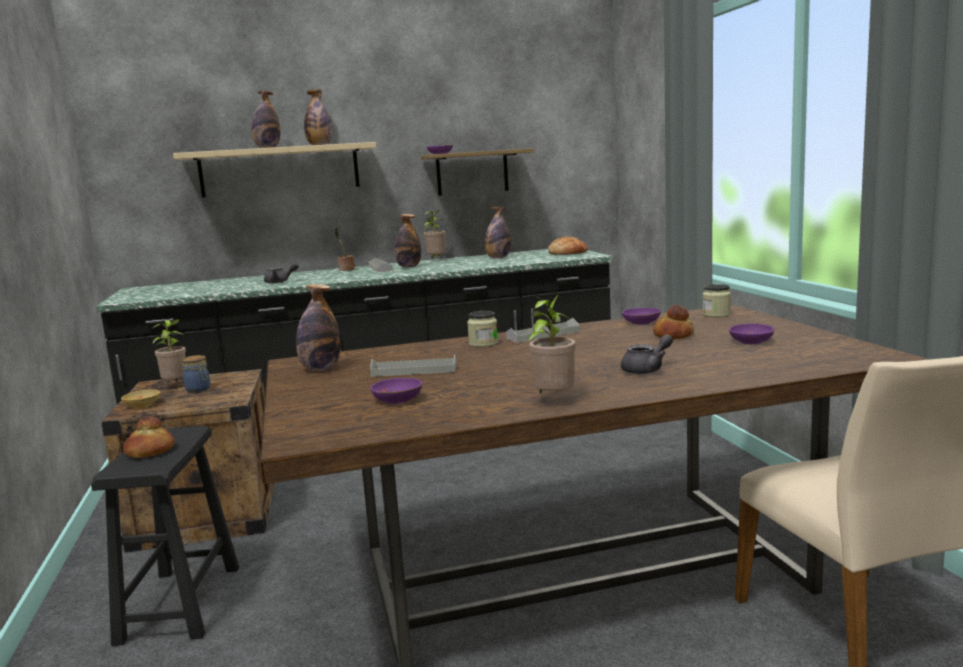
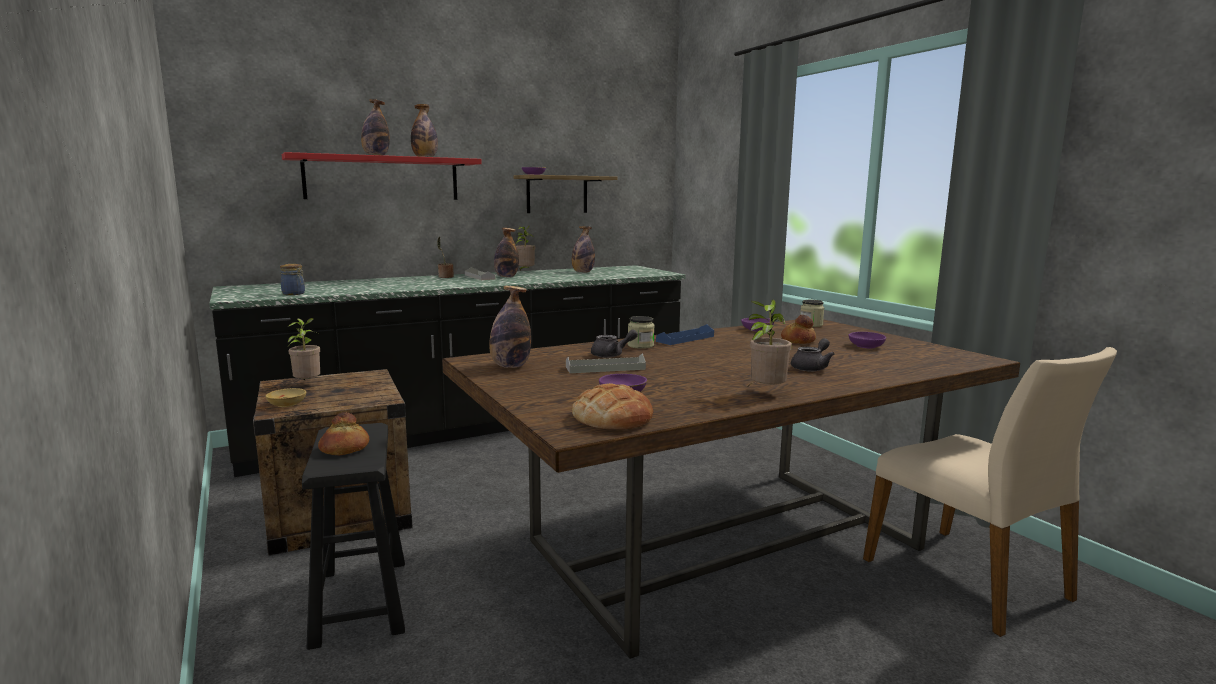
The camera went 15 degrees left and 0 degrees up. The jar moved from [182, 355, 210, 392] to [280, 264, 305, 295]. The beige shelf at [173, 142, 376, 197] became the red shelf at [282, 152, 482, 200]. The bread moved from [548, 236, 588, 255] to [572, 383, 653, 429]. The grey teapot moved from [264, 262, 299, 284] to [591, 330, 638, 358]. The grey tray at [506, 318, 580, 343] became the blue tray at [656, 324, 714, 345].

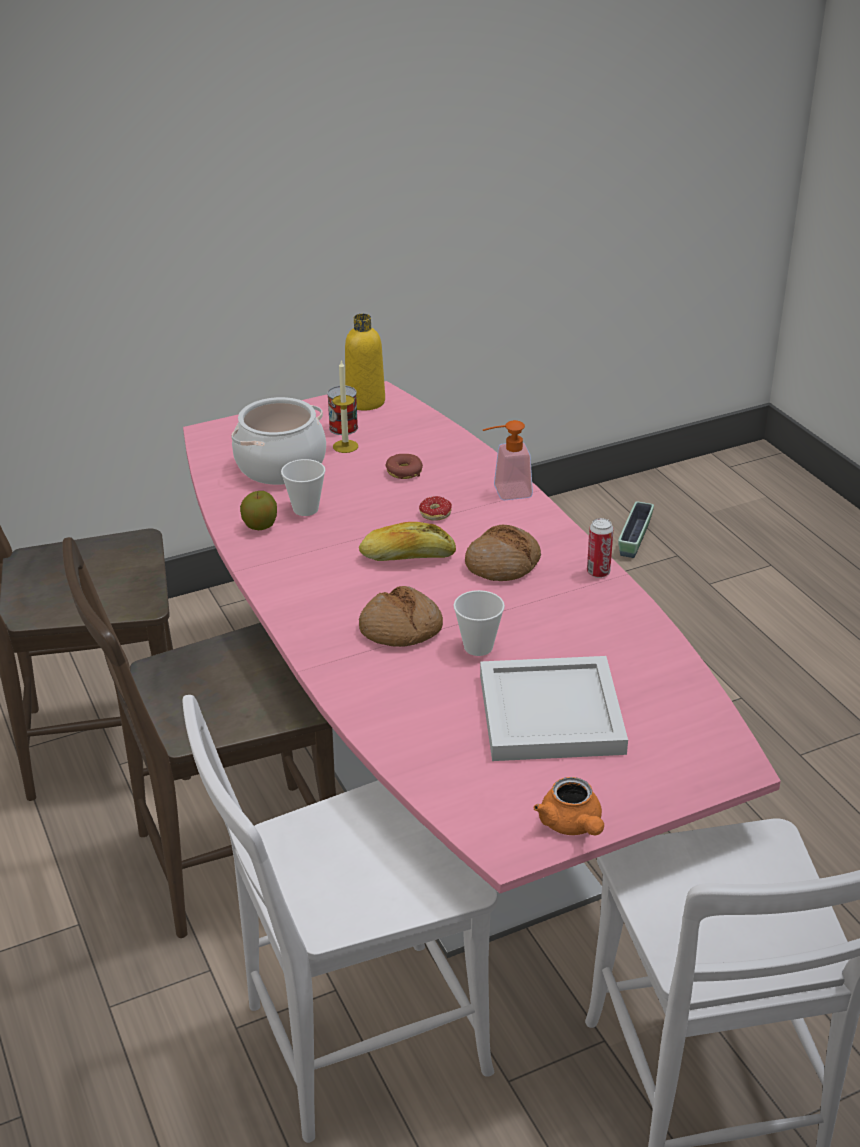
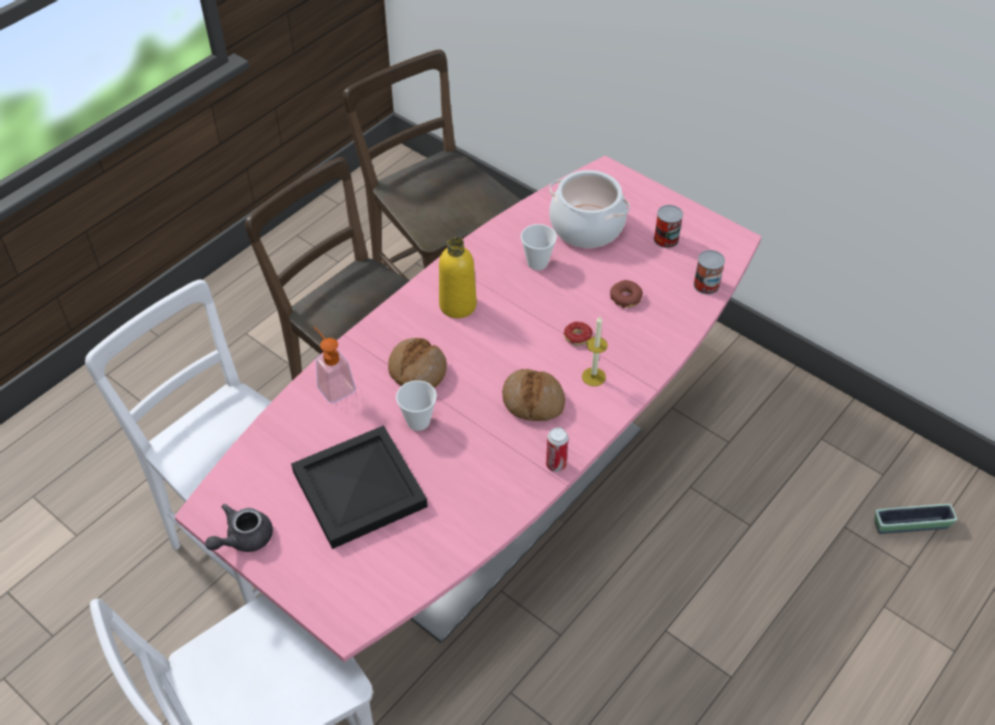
The camera went 65 degrees right and 15 degrees up. The orange teapot at [534, 777, 604, 835] became the grey teapot at [205, 504, 273, 552]. The white tray at [480, 656, 628, 761] became the black tray at [291, 425, 428, 549]. The soap dispenser moved from [482, 420, 533, 500] to [314, 326, 356, 403]. The yellow bottle moved from [345, 314, 385, 410] to [439, 237, 477, 318]. The candle moved from [332, 360, 358, 453] to [582, 316, 608, 386]. The can at [693, 250, 725, 295] appeared. The apple at [240, 491, 277, 530] disappeared. The bread at [359, 522, 456, 561] disappeared.

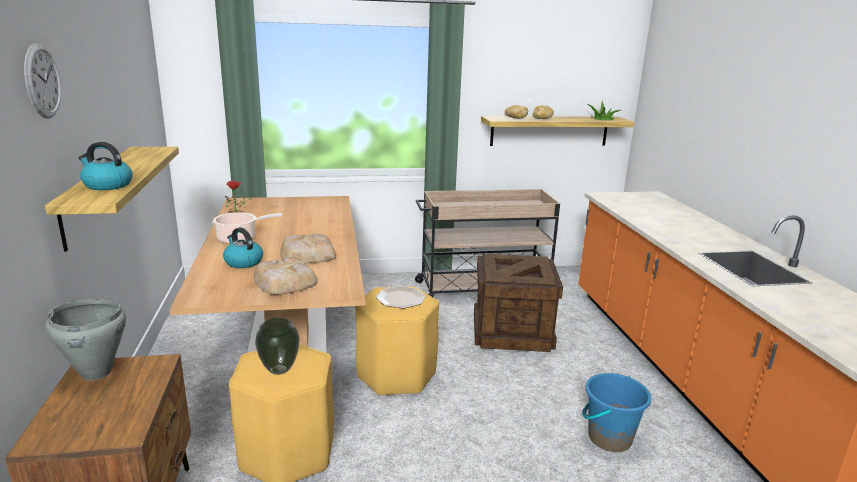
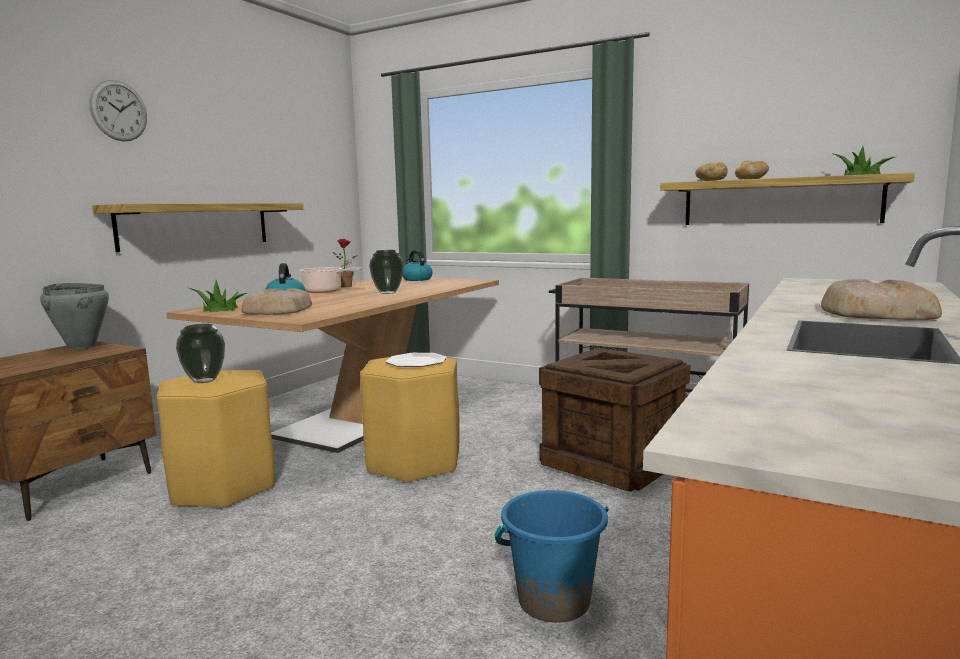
The camera went 40 degrees right and 10 degrees down. The potted plant at [189, 280, 247, 312] appeared. The vase at [369, 250, 404, 294] appeared. The kettle moved from [78, 142, 133, 190] to [403, 250, 433, 281]. The bread moved from [280, 234, 336, 264] to [821, 279, 942, 320].

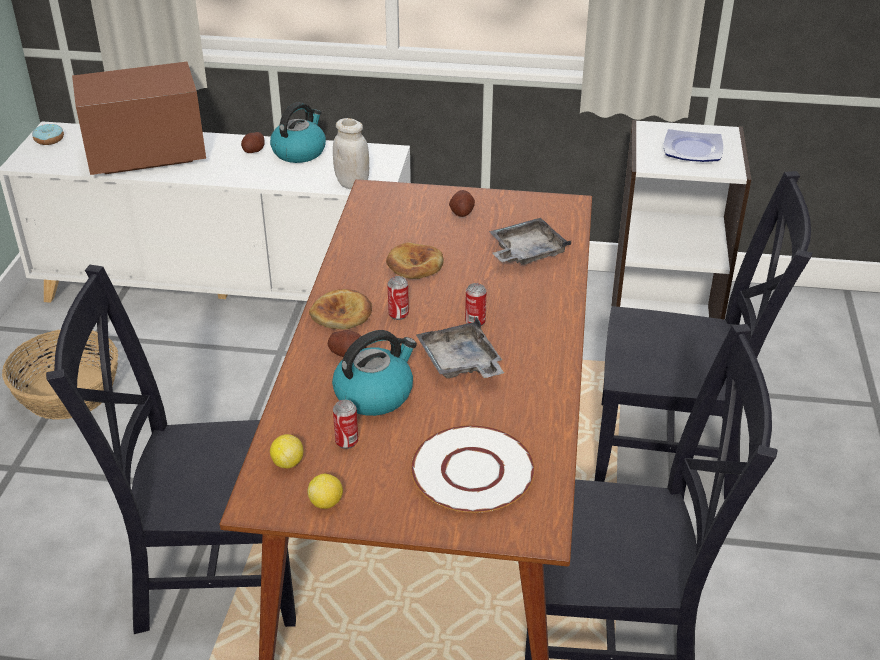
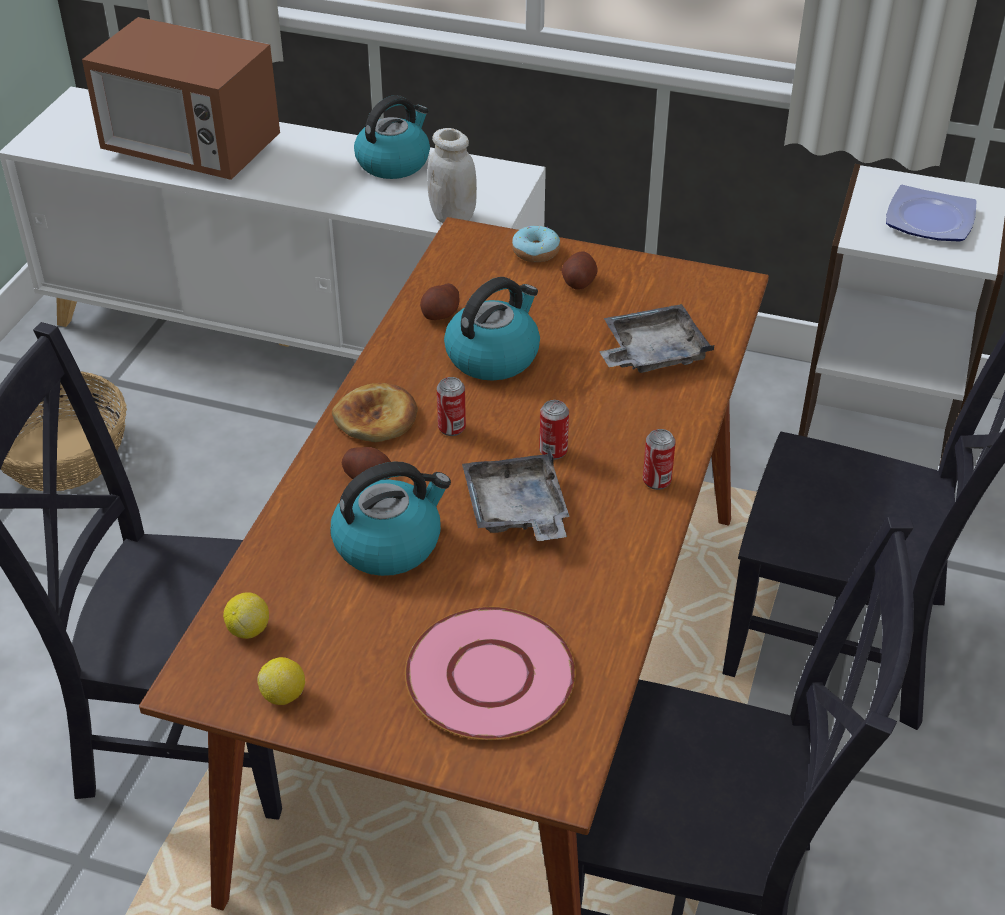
The camera went 10 degrees right and 5 degrees up. The microwave at [72, 62, 206, 175] turned 150 degrees counterclockwise. The white plate at [411, 425, 535, 513] became the pink plate at [405, 607, 576, 740]. The potato moved from [241, 132, 265, 153] to [420, 283, 460, 320]. The bread at [386, 242, 444, 279] was replaced by the kettle at [444, 277, 540, 381]. The donut moved from [32, 124, 64, 145] to [512, 226, 560, 263]. The can moved from [333, 400, 358, 449] to [643, 429, 676, 490].

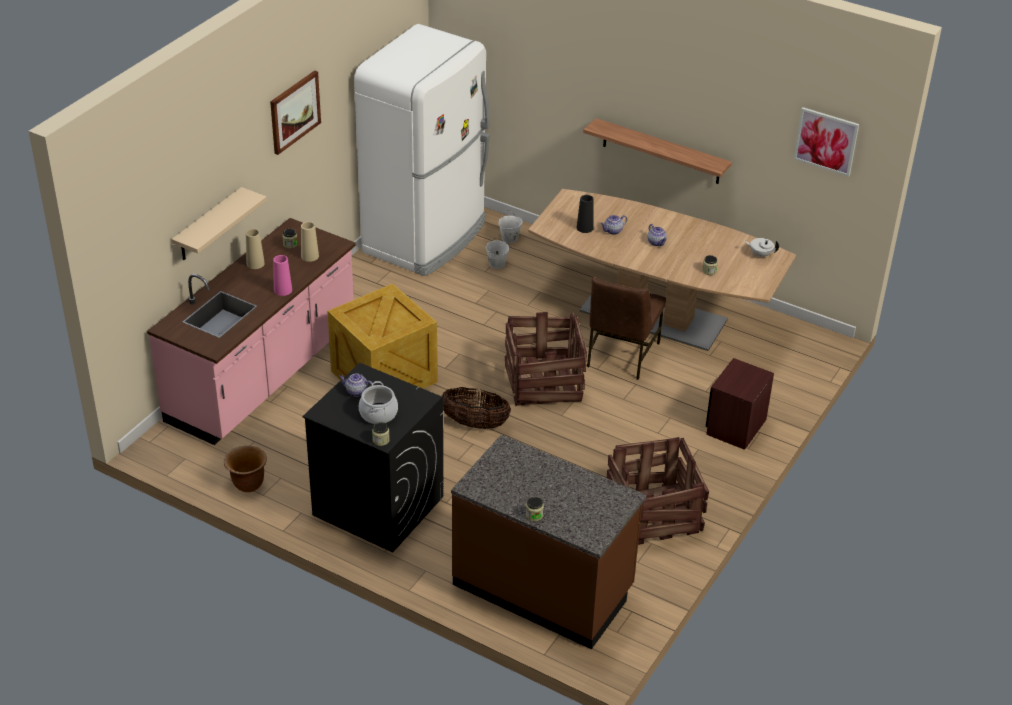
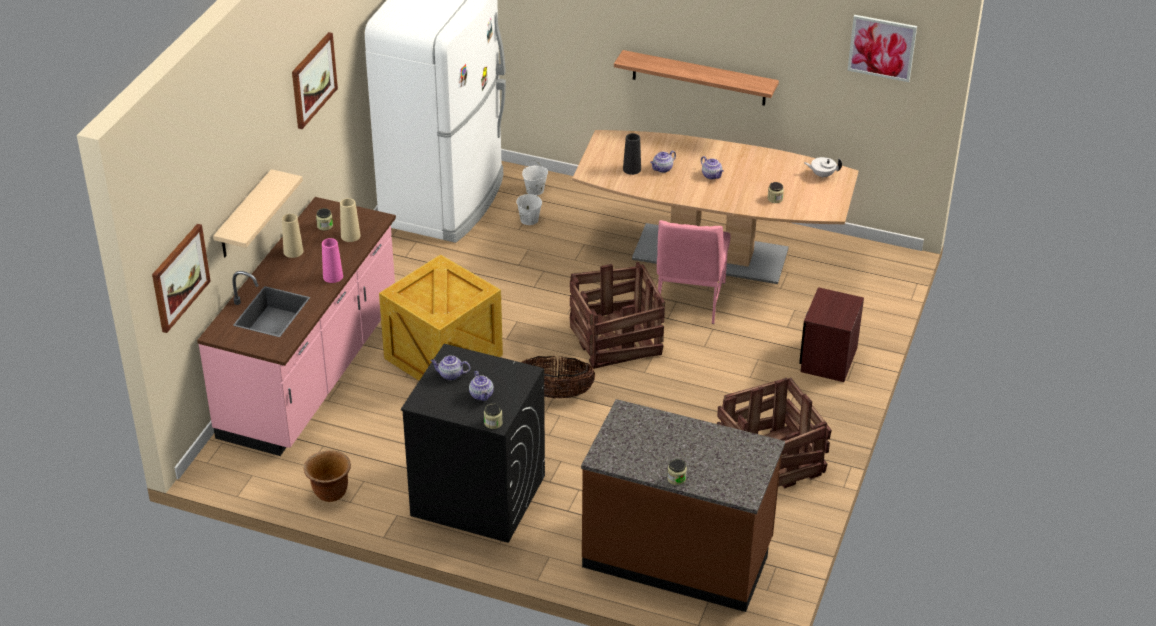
The camera went 10 degrees left and 0 degrees up. The picture at [152, 224, 211, 333] appeared. The cooking pot at [359, 381, 398, 424] was replaced by the teapot at [469, 371, 494, 401]. The brown chair at [587, 277, 666, 380] became the pink chair at [657, 220, 730, 324].

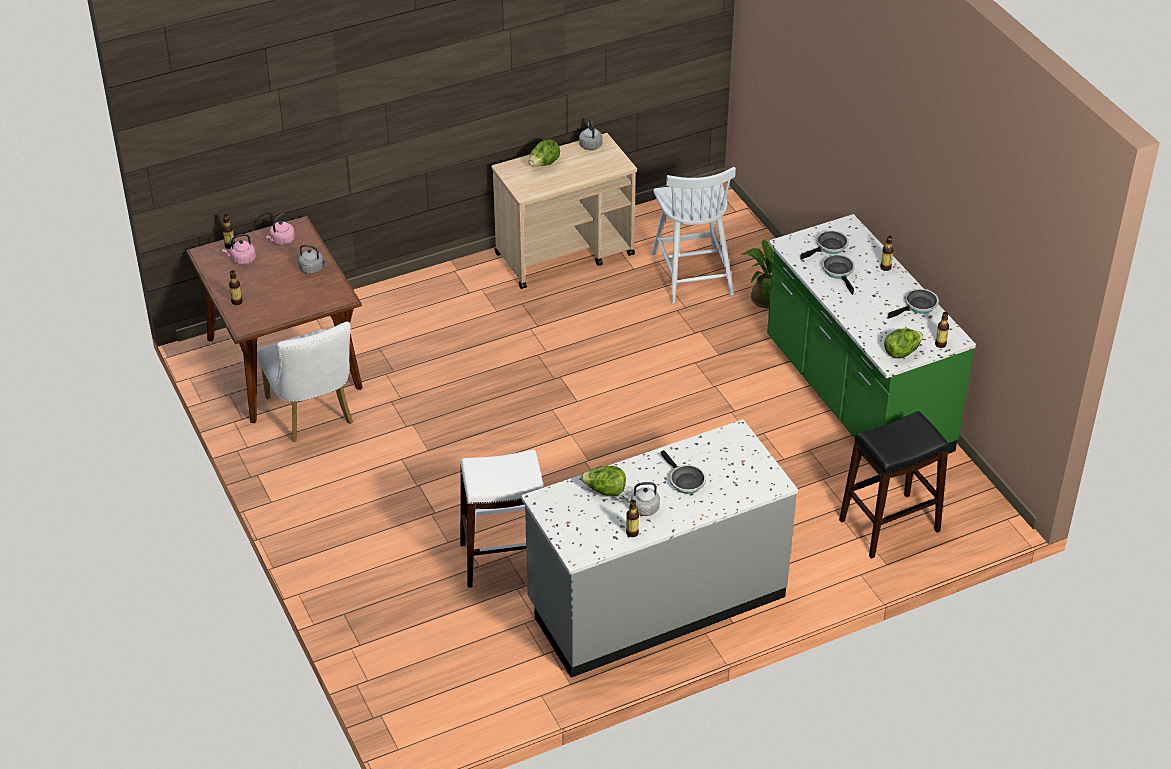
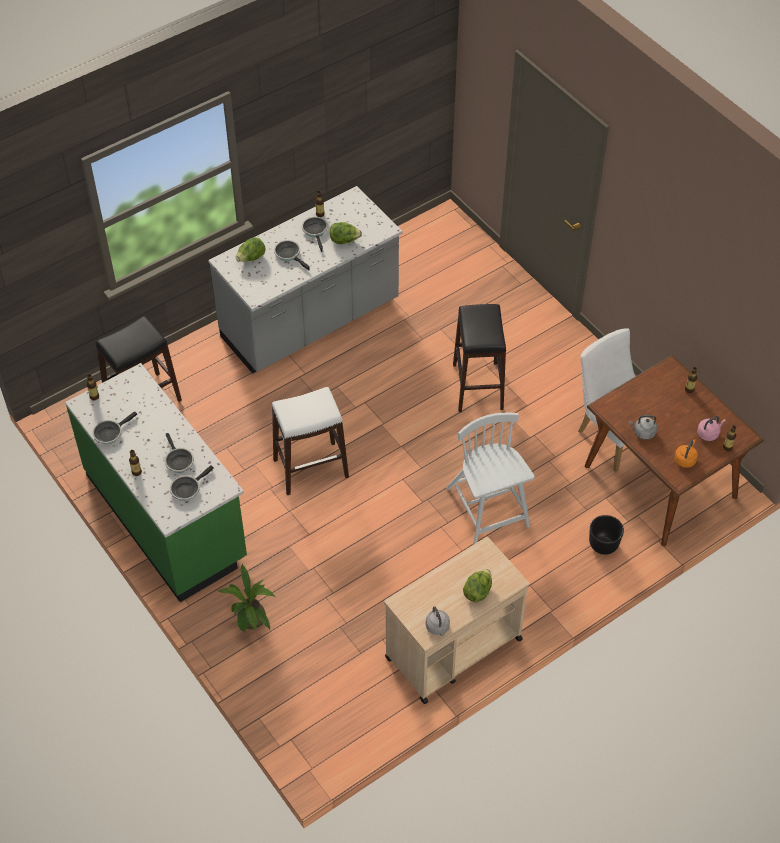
The camera went 170 degrees right and 10 degrees up. The lettuce moved from [884, 329, 923, 358] to [236, 237, 266, 261]. The white stool moved from [460, 450, 544, 588] to [272, 387, 349, 495]. The grey kettle at [622, 482, 660, 516] was replaced by the frying pan at [302, 217, 328, 252]. The white chair moved from [652, 167, 736, 304] to [446, 413, 535, 545]. The black stool at [453, 304, 506, 412] appeared. The black planter at [589, 515, 624, 555] appeared. The pink kettle at [266, 213, 295, 245] became the orange kettle at [674, 439, 698, 468].

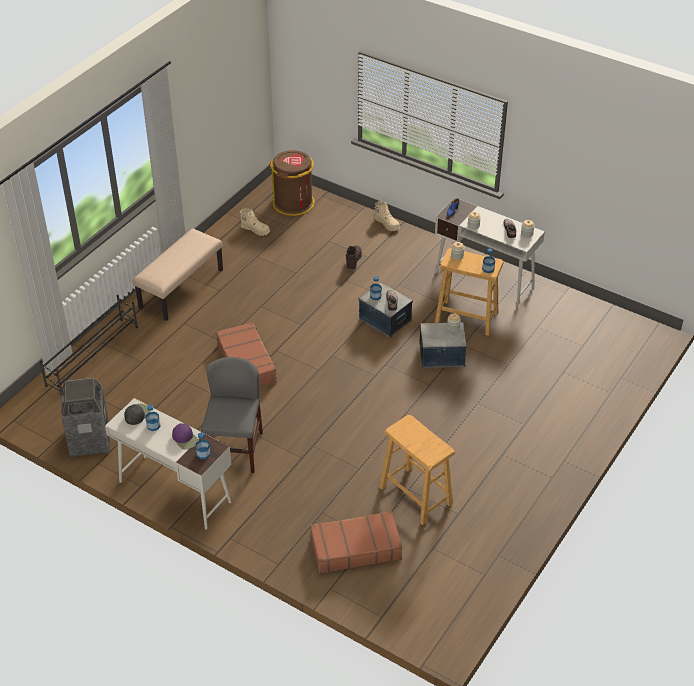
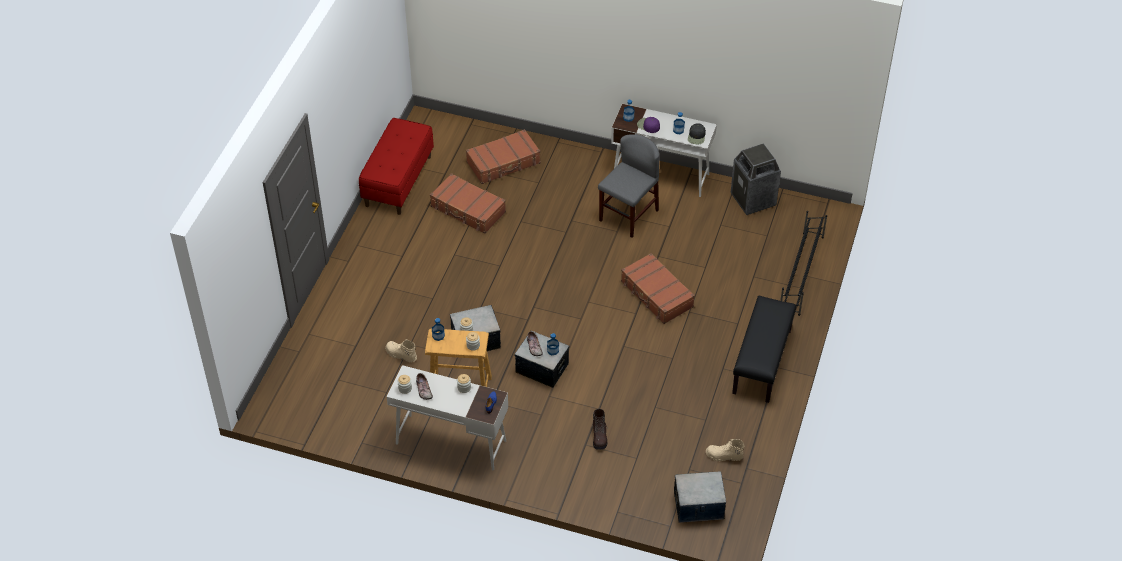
The camera went 165 degrees right and 5 degrees up. The red bench at [359, 118, 434, 215] appeared. The beige boot moved from [374, 201, 400, 231] to [385, 340, 417, 362]. The beige stool at [379, 415, 455, 525] was replaced by the brown suitcase at [430, 173, 506, 234]. The grey chair at [201, 357, 263, 473] turned 135 degrees counterclockwise. The brown trash can at [270, 150, 315, 216] was replaced by the storage box at [674, 471, 726, 523]. The beige bench at [133, 228, 223, 321] became the black bench at [732, 296, 796, 403].

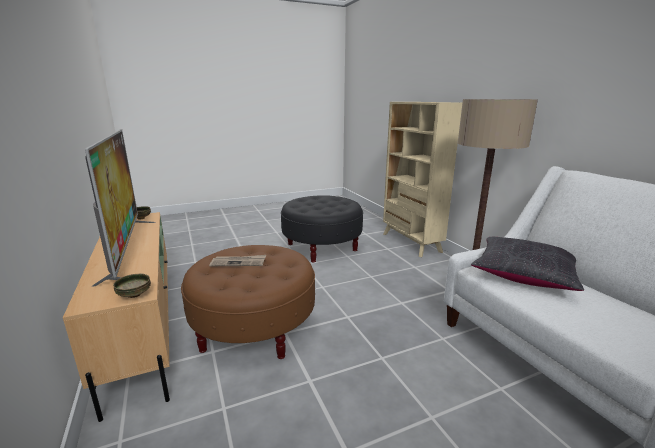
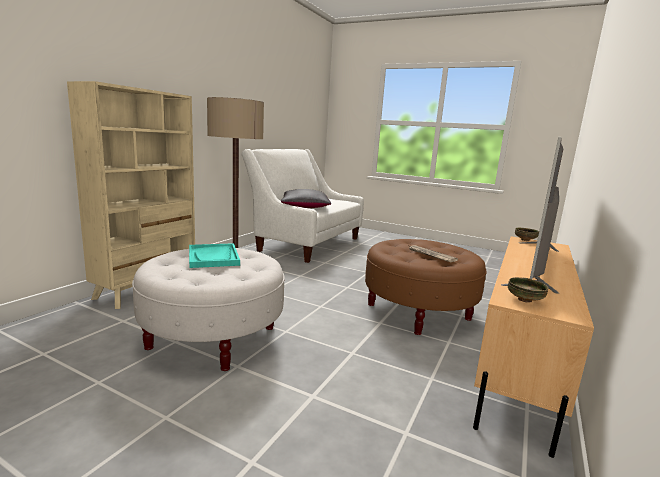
The camera went 130 degrees left and 5 degrees down. The black ottoman at [281, 196, 363, 263] became the white ottoman at [132, 248, 285, 371]. The turquoise tray at [189, 243, 240, 268] appeared.

